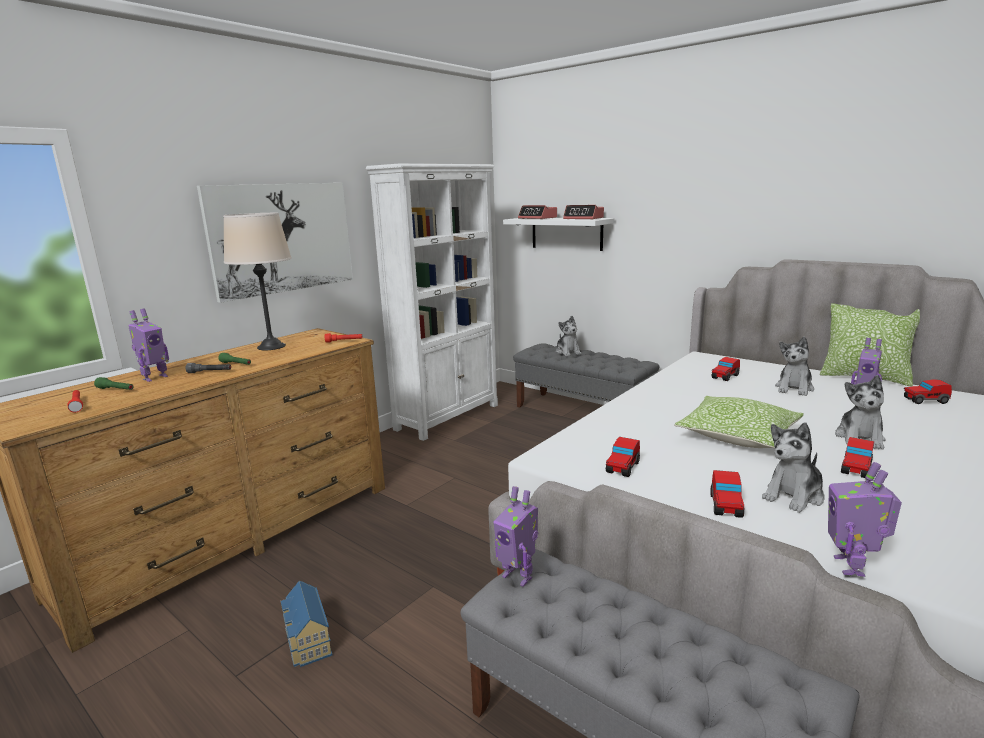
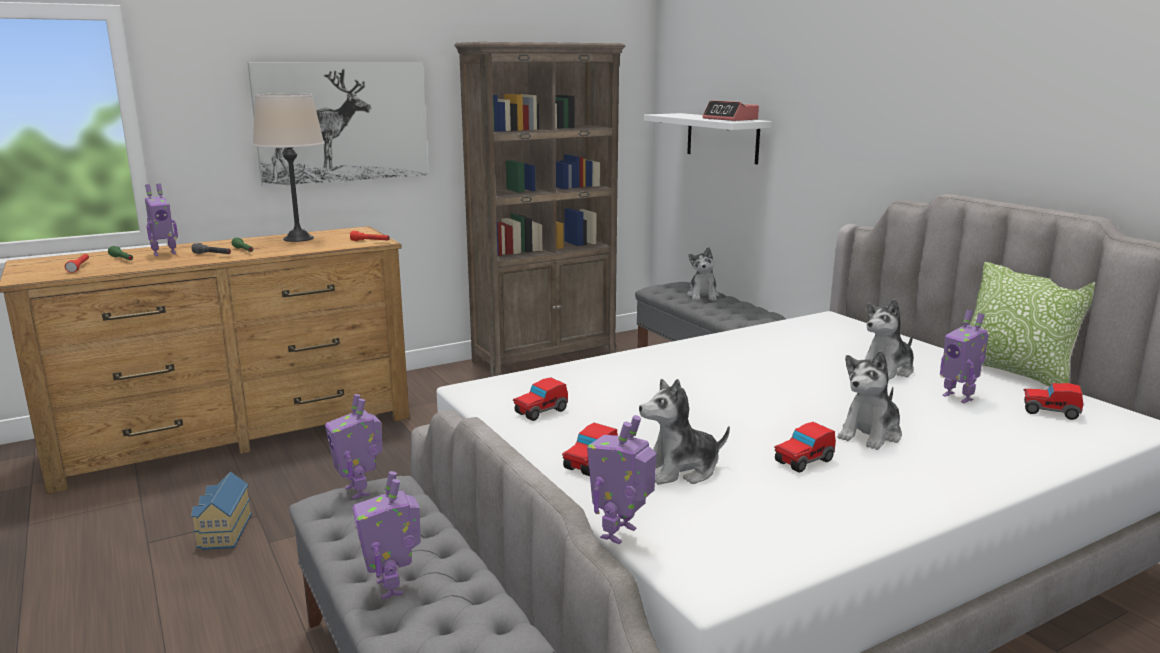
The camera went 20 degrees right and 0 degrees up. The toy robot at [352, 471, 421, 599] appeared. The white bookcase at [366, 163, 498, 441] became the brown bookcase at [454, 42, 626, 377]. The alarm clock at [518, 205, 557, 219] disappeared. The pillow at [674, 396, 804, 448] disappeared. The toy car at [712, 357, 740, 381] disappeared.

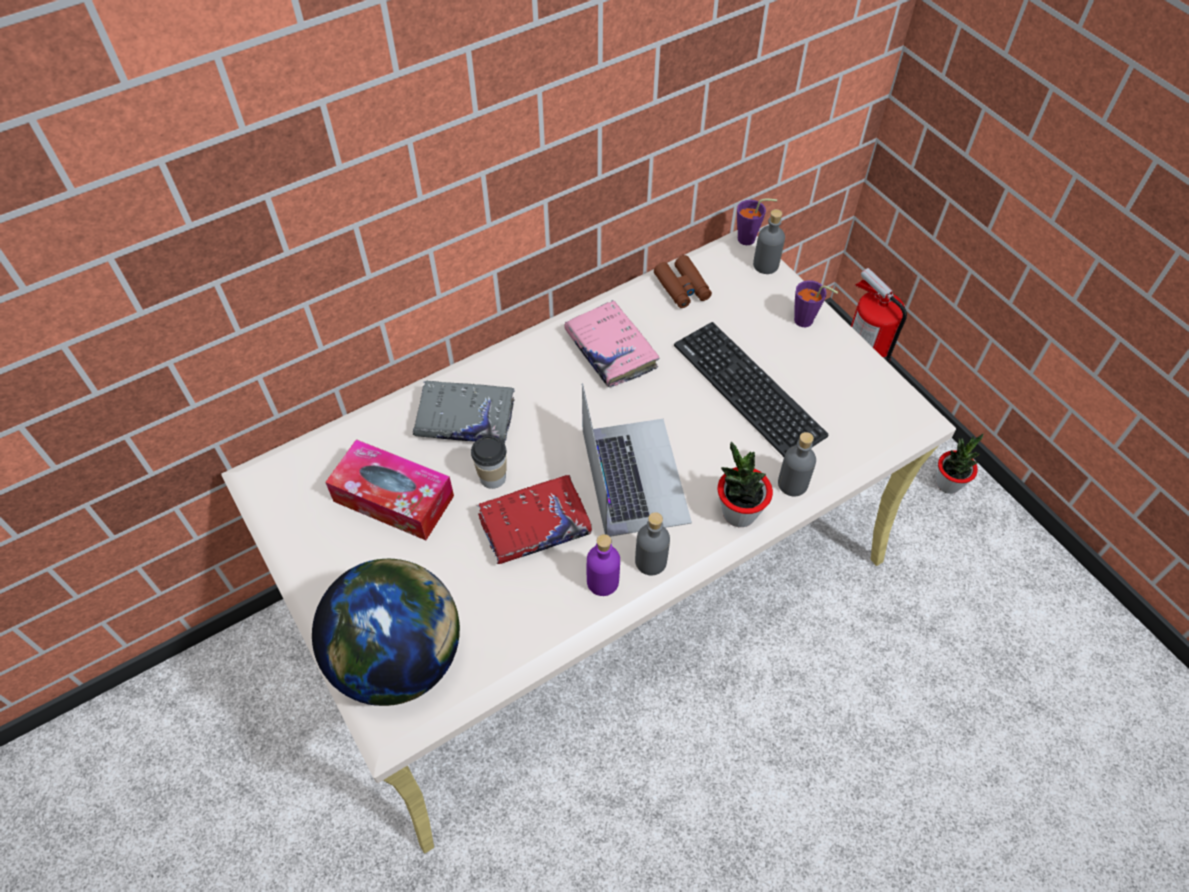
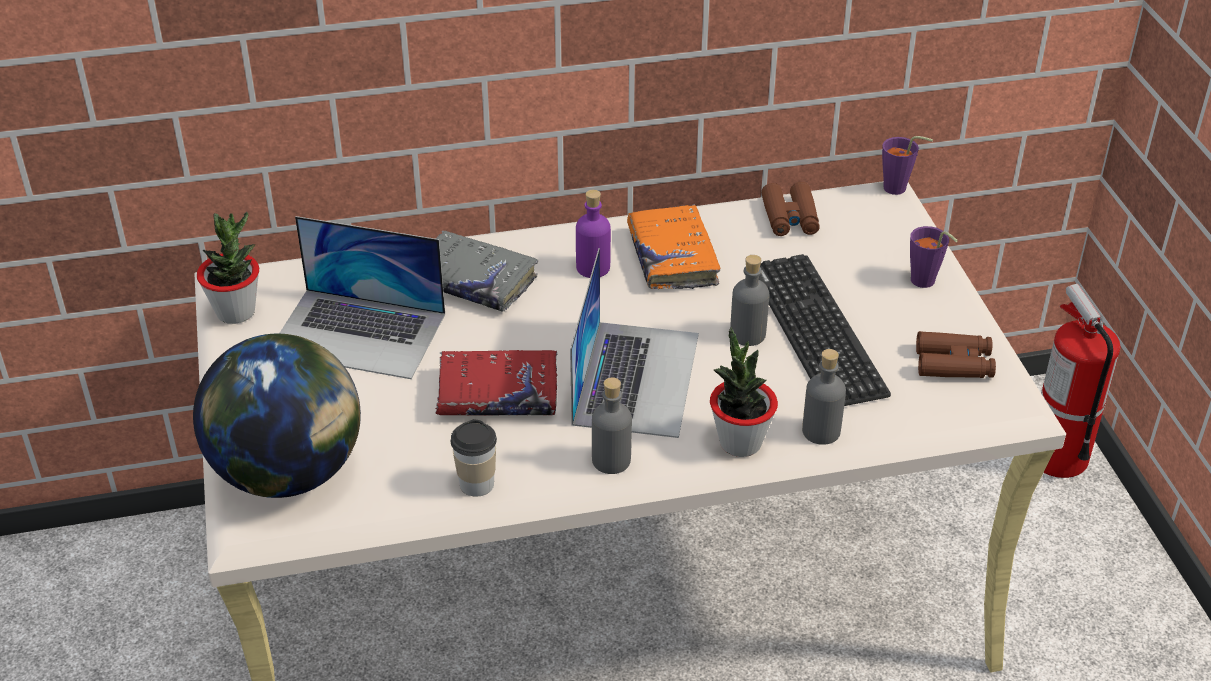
The camera went 20 degrees right and 15 degrees down. The potted plant moved from [936, 434, 983, 494] to [197, 212, 259, 324]. The tissue box at [325, 439, 454, 540] was replaced by the laptop at [279, 216, 445, 379]. The cup moved from [471, 436, 506, 489] to [451, 420, 497, 497]. The purple bottle moved from [587, 534, 620, 596] to [576, 190, 611, 278]. The pink book at [564, 300, 660, 387] became the orange book at [627, 204, 720, 289]. The grey bottle moved from [753, 209, 785, 274] to [730, 255, 769, 346]. The brown binoculars at [916, 331, 996, 378] appeared.

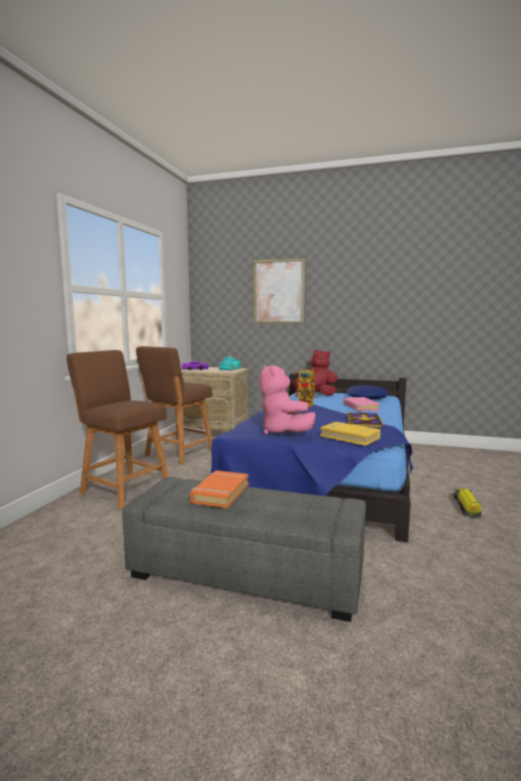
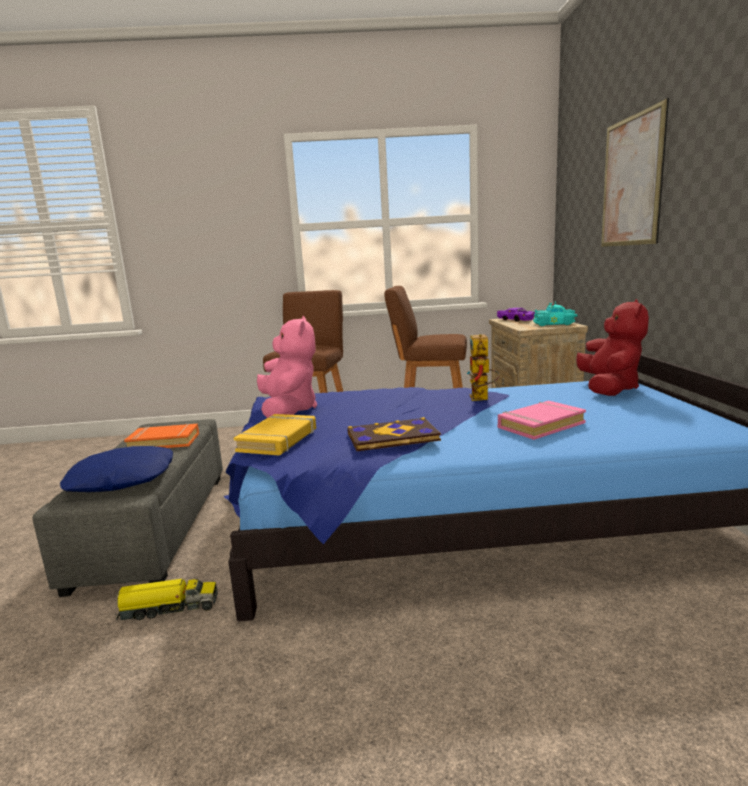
The camera went 70 degrees right and 5 degrees up. The blue pillow moved from [347, 385, 388, 400] to [60, 446, 173, 492]. The toy truck moved from [454, 488, 481, 518] to [115, 577, 218, 620]. The pink plush toy at [259, 365, 316, 435] turned 120 degrees clockwise.

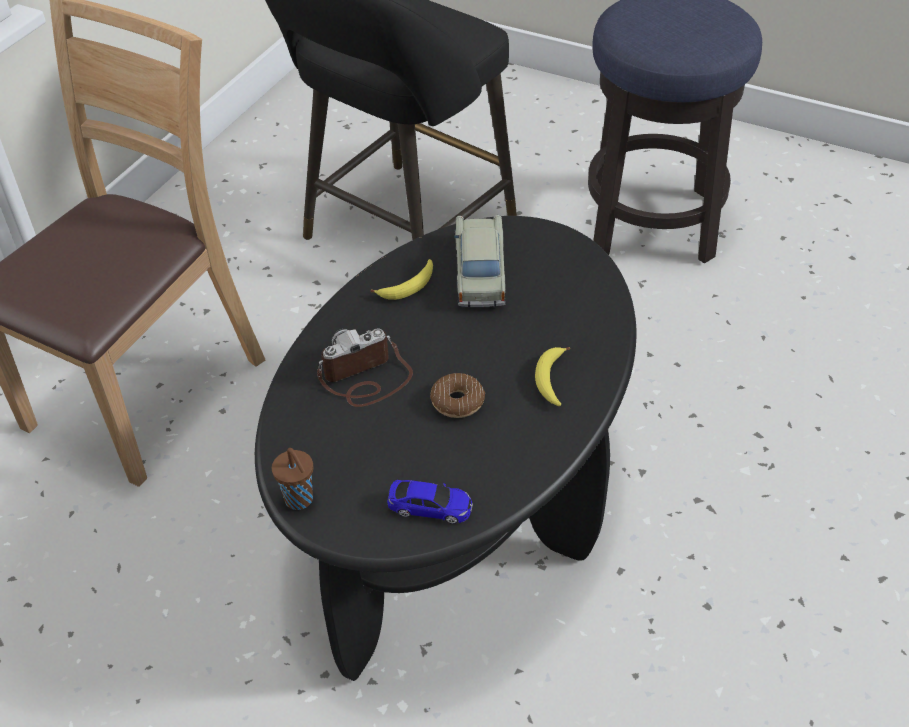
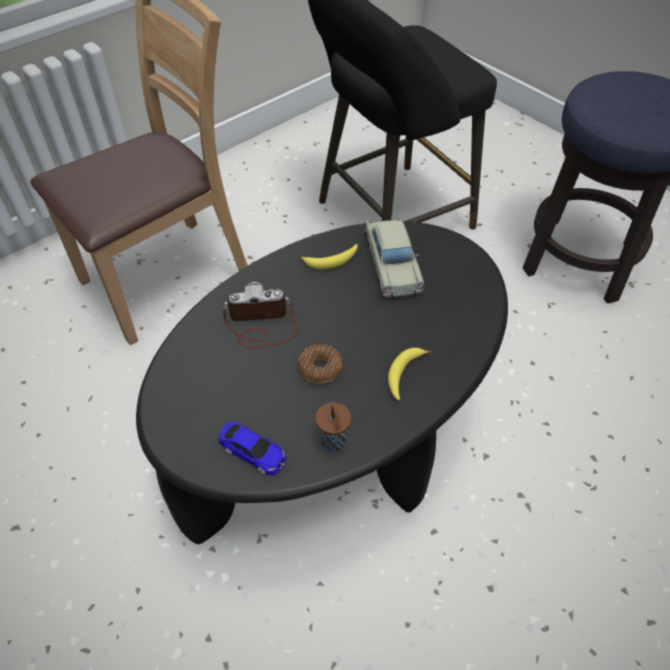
The camera went 20 degrees right and 5 degrees up. The brown cup moved from [272, 448, 313, 510] to [315, 402, 351, 451]. The beige toy car at [454, 215, 506, 308] turned 150 degrees clockwise.

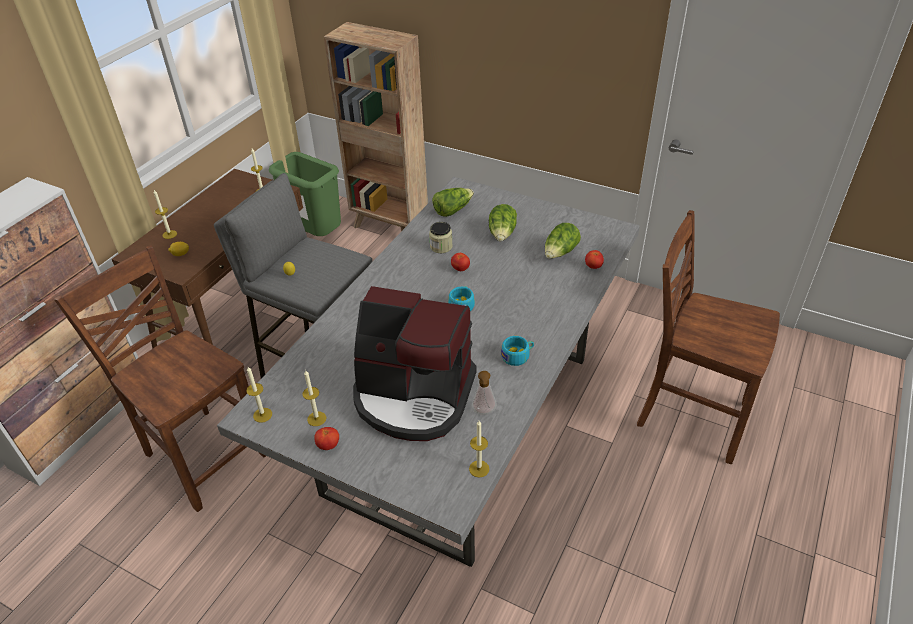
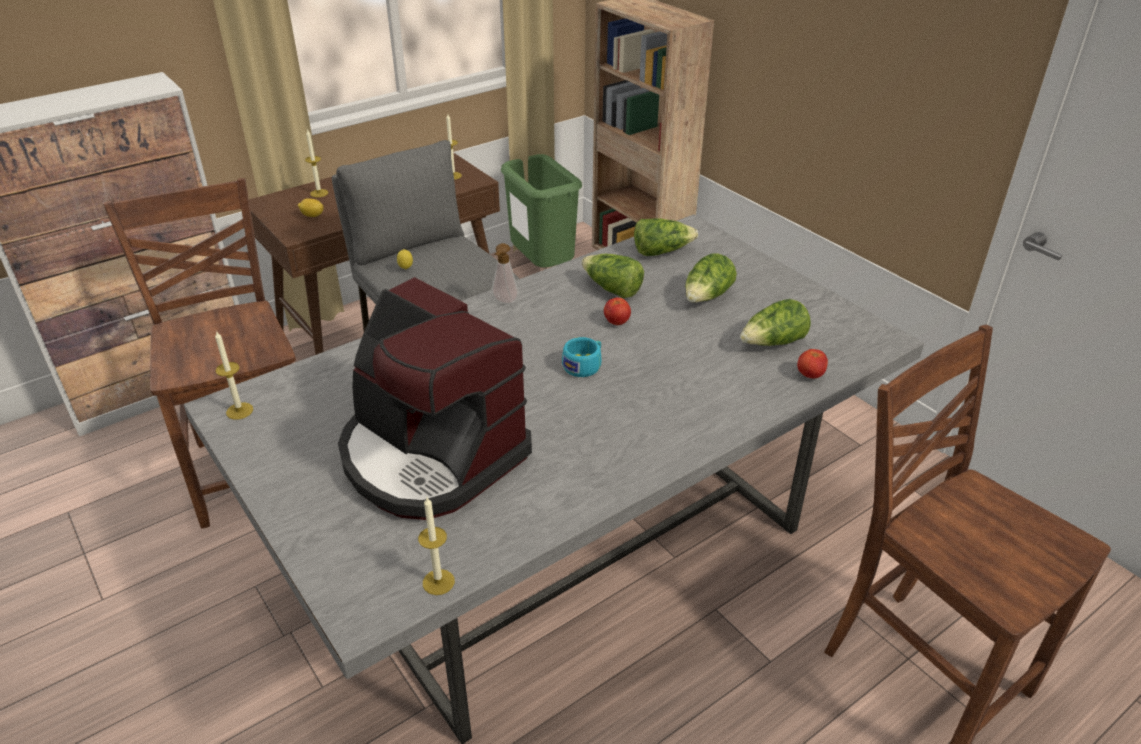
The camera went 25 degrees right and 5 degrees down. The soap dispenser moved from [472, 371, 497, 415] to [492, 243, 519, 305]. The jar at [429, 222, 453, 253] was replaced by the lettuce at [581, 254, 644, 298]. The candle at [302, 370, 326, 426] disappeared. The tomato at [314, 427, 339, 450] disappeared. The turquoise cup at [501, 336, 534, 366] disappeared.

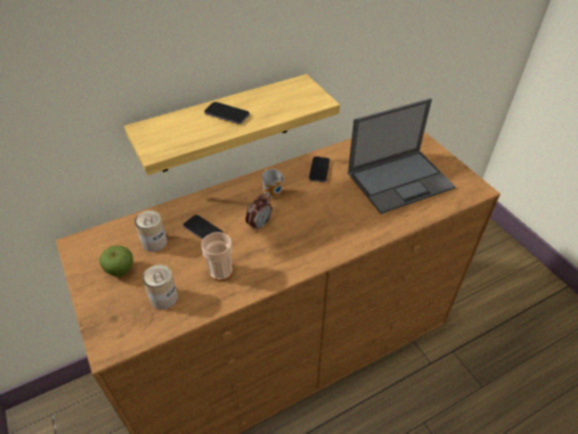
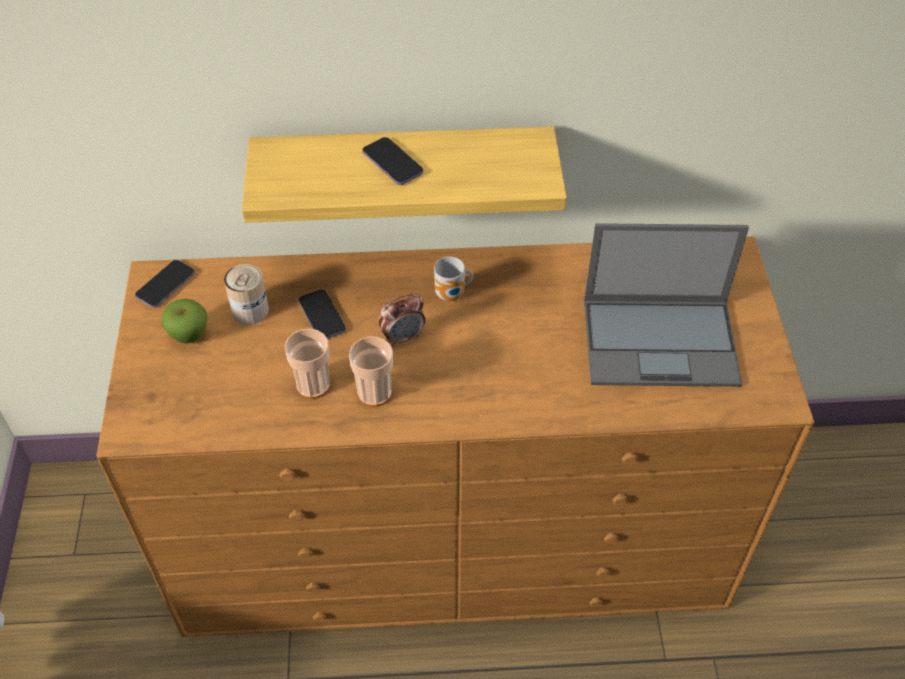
The camera went 25 degrees right and 5 degrees up. The phone moved from [309, 157, 330, 182] to [135, 260, 195, 308]. The cup at [349, 336, 393, 407] appeared. The can at [142, 265, 178, 310] disappeared.

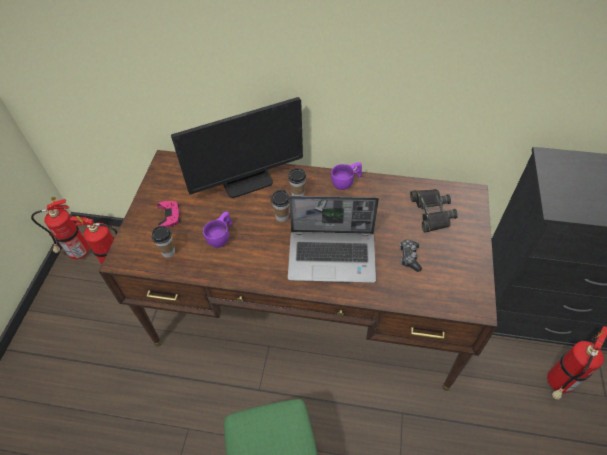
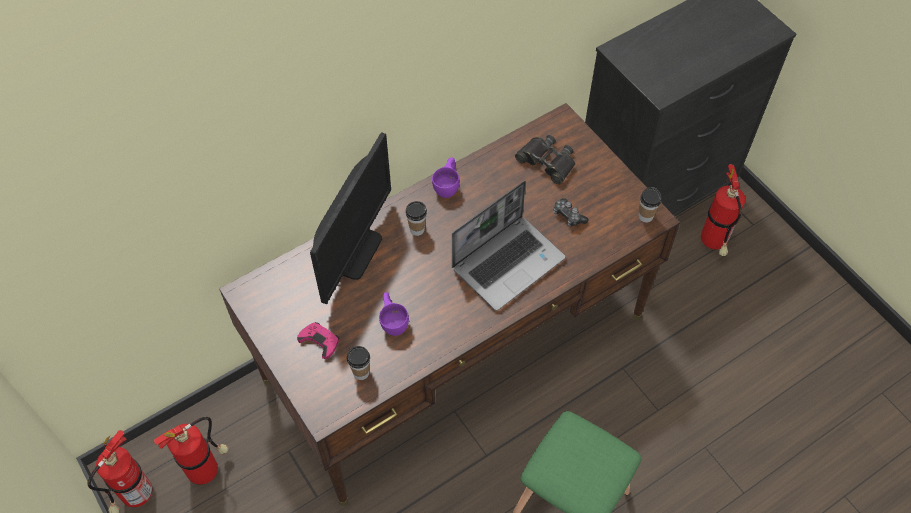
The camera went 45 degrees left and 5 degrees up. The cup moved from [271, 190, 289, 222] to [639, 187, 662, 223].

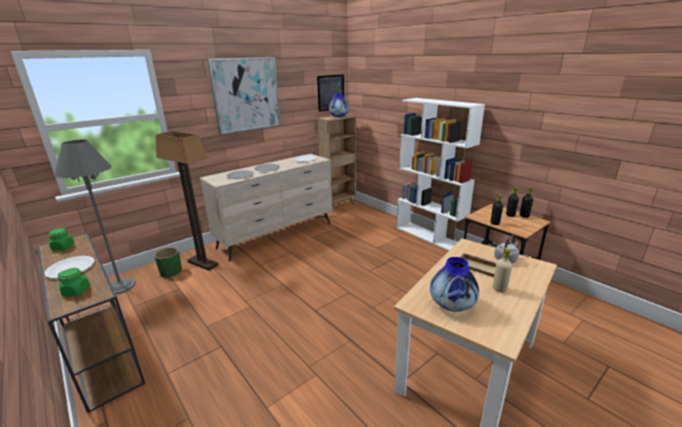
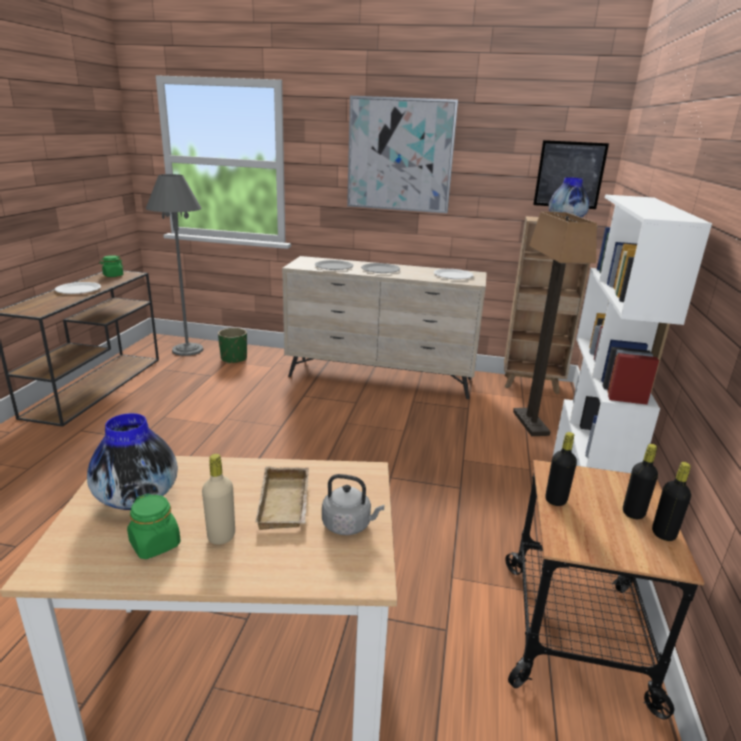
The camera went 50 degrees right and 0 degrees up. The green jar moved from [58, 268, 90, 296] to [127, 494, 181, 559]. The floor lamp moved from [156, 131, 219, 271] to [513, 212, 597, 436].

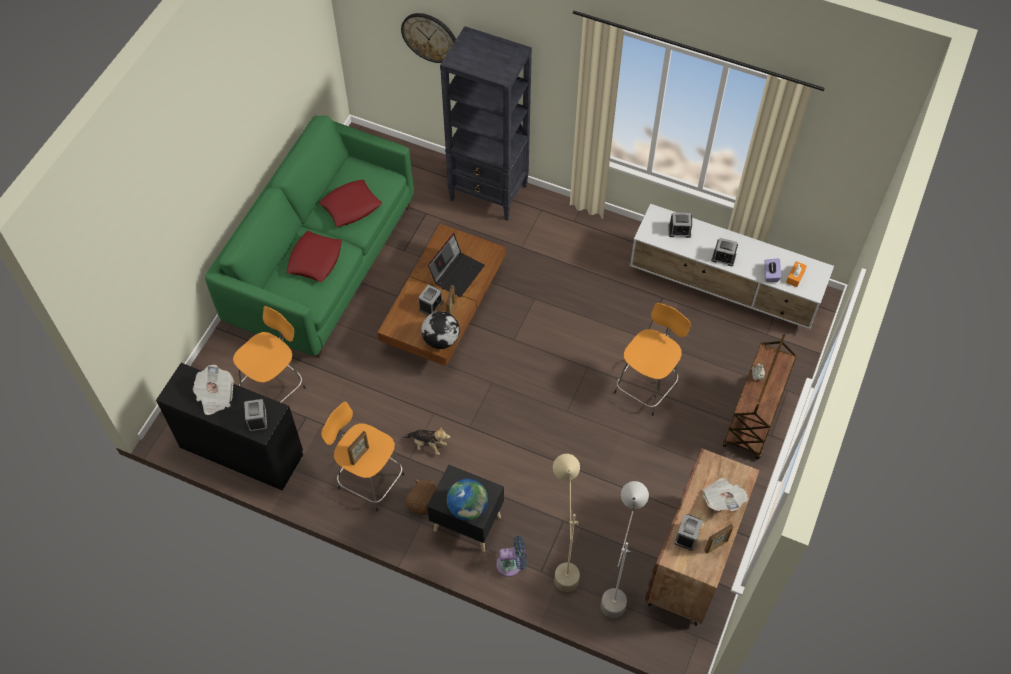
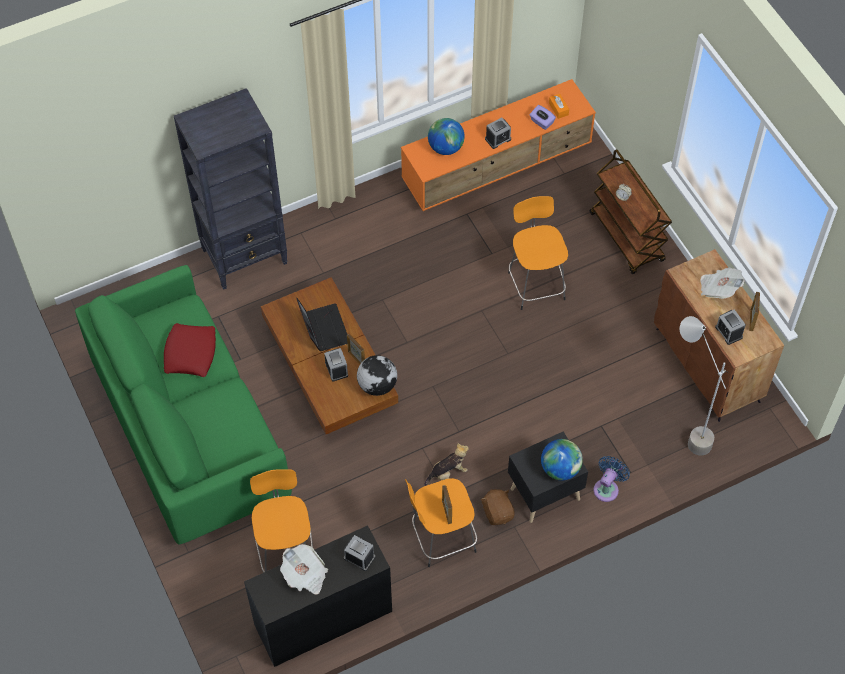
The camera went 50 degrees left and 0 degrees up. The white tv stand at [630, 204, 834, 329] became the orange tv stand at [401, 79, 596, 211]. The alarm clock at [668, 212, 692, 238] was replaced by the globe at [428, 118, 465, 155]. The red pillow at [286, 231, 342, 282] disappeared. The wall clock at [401, 13, 456, 63] disappeared. The beige floor lamp at [553, 454, 580, 592] disappeared.

